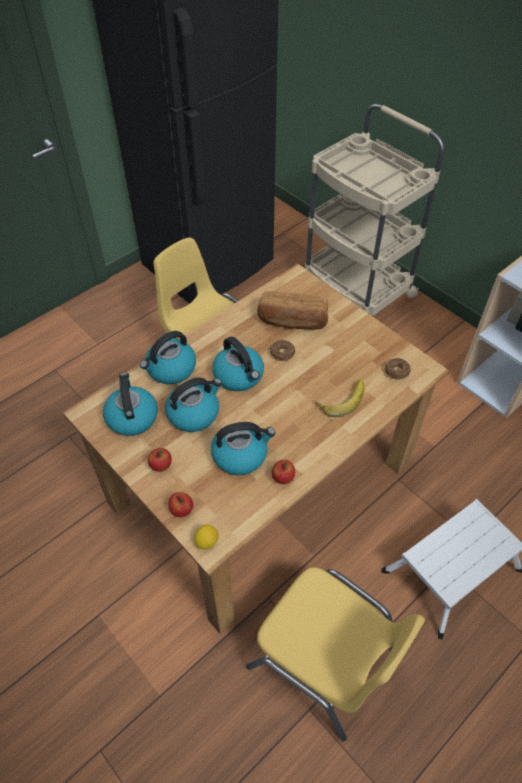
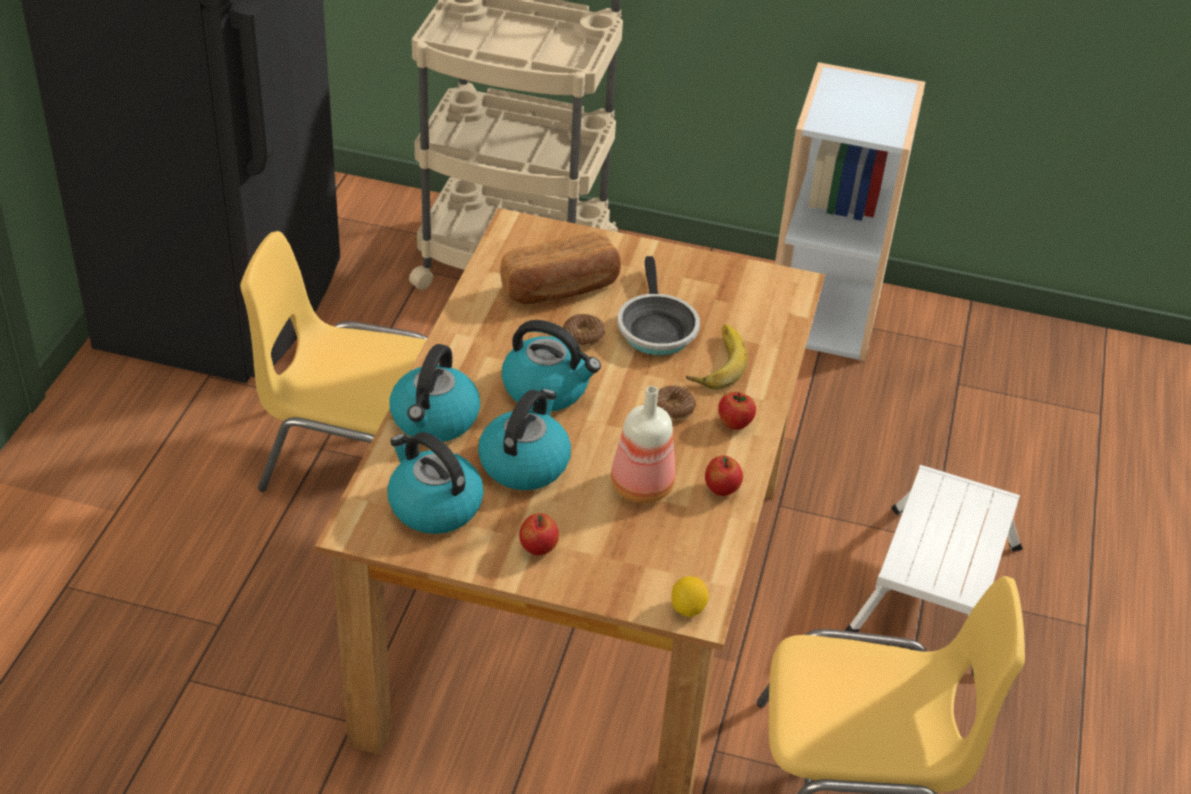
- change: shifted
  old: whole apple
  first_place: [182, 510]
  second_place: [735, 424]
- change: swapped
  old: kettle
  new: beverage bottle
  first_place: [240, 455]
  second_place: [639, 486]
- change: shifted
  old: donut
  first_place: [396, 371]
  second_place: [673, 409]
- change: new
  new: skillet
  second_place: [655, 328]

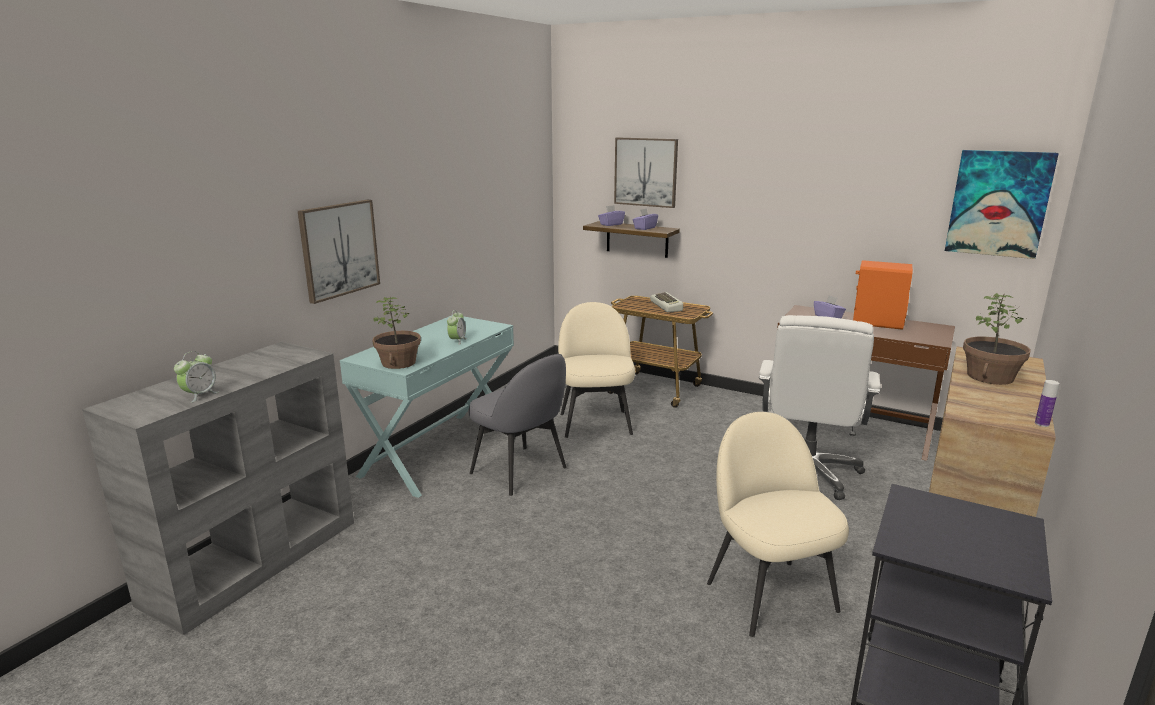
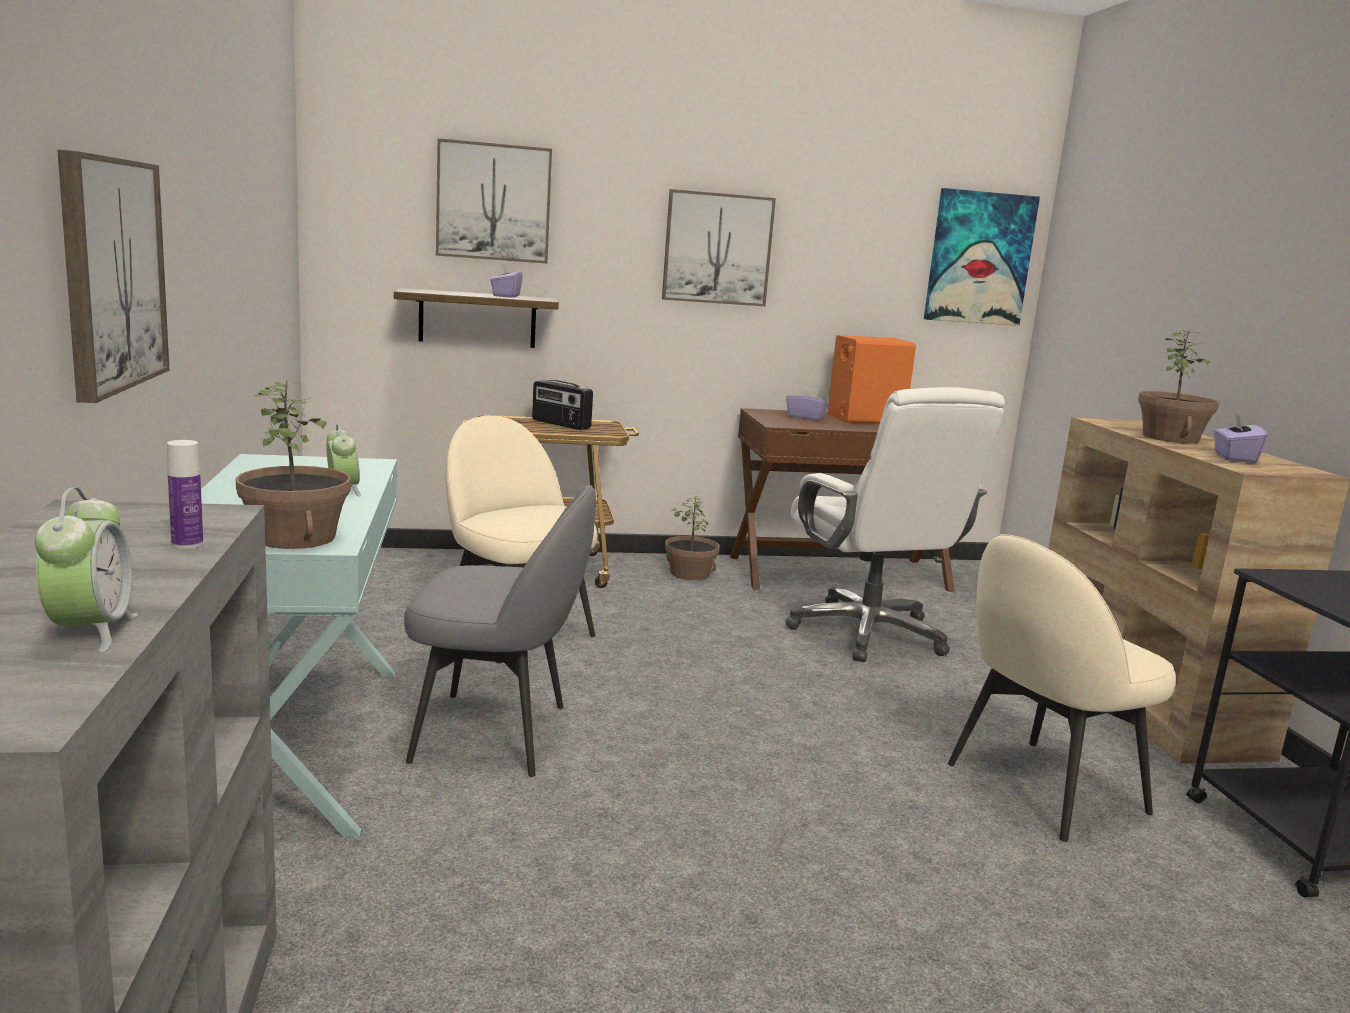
- change: shifted
  old: purple tissue holder
  first_place: [611, 224]
  second_place: [1234, 458]
- change: swapped
  old: PC keyboard
  new: radio
  first_place: [667, 306]
  second_place: [560, 424]
- change: rotated
  old: beige-coloured chair
  first_place: [769, 594]
  second_place: [1041, 789]
  degrees: -60
- change: shifted
  old: beverage bottle
  first_place: [1042, 424]
  second_place: [187, 544]
- change: new
  new: wall picture
  second_place: [717, 248]
- change: new
  new: plant in a pot
  second_place: [690, 573]

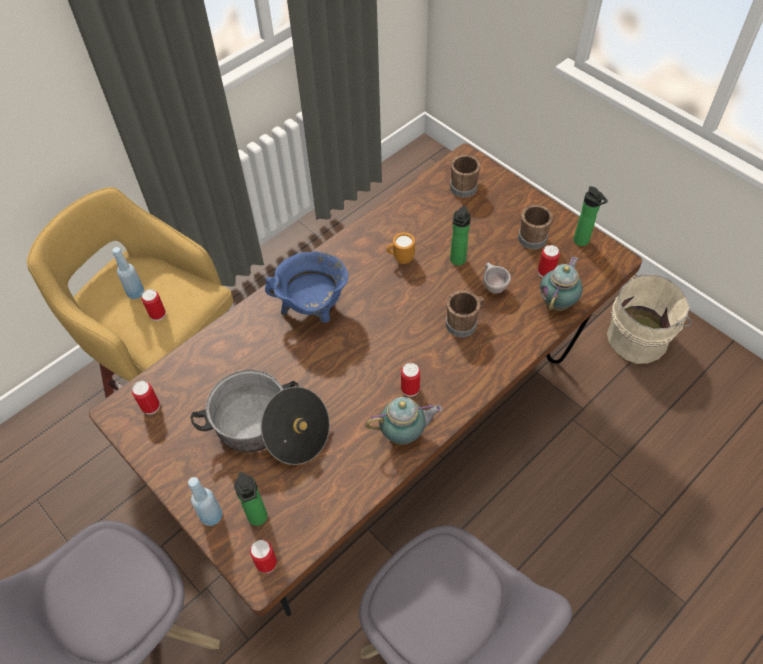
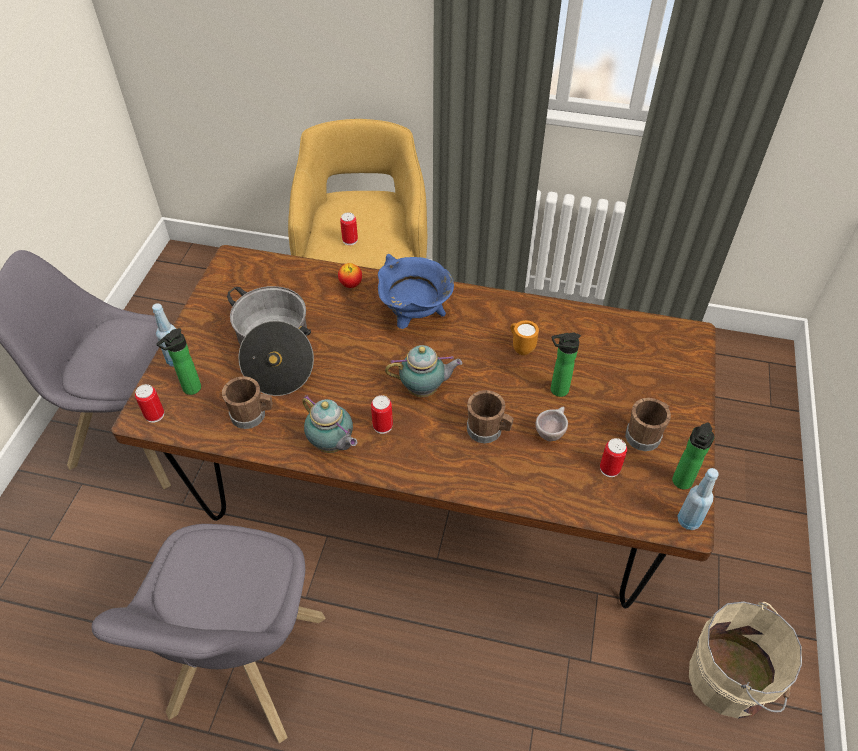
- change: shifted
  old: blue beverage bottle
  first_place: [136, 293]
  second_place: [688, 521]
- change: gone
  old: can
  first_place: [150, 406]
- change: shifted
  old: brownish tea mug
  first_place: [465, 186]
  second_place: [252, 415]
- change: shifted
  old: tea pot
  first_place: [558, 302]
  second_place: [424, 390]
- change: new
  new: whole apple
  second_place: [351, 284]

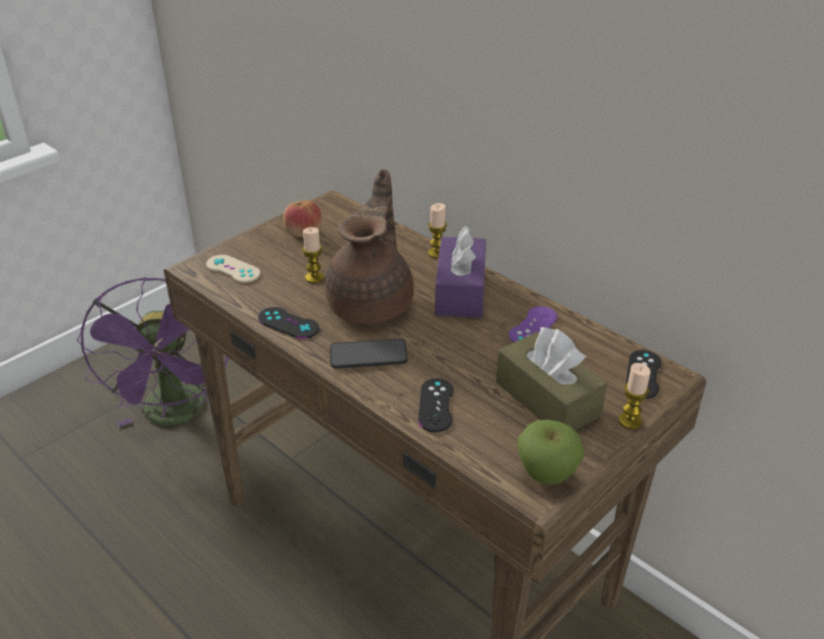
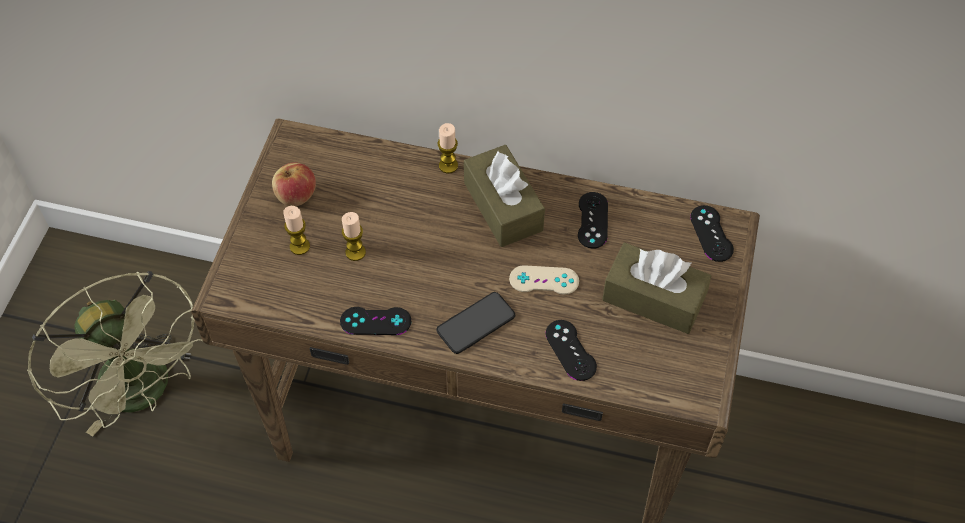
- change: repainted
  old: purple fan
  new: green-coloured fan
  first_place: [176, 415]
  second_place: [144, 392]
- change: shifted
  old: beige-coloured joypad
  first_place: [233, 269]
  second_place: [544, 280]
- change: gone
  old: brownish tea pot
  first_place: [372, 302]
- change: repainted
  old: purple tissue holder
  new: brownish tissue holder
  first_place: [460, 291]
  second_place: [503, 206]
- change: repainted
  old: purple joypad
  new: black-coloured joypad
  first_place: [533, 326]
  second_place: [592, 220]
- change: gone
  old: whole apple
  first_place: [546, 474]
- change: shifted
  old: candle
  first_place: [630, 421]
  second_place: [299, 246]

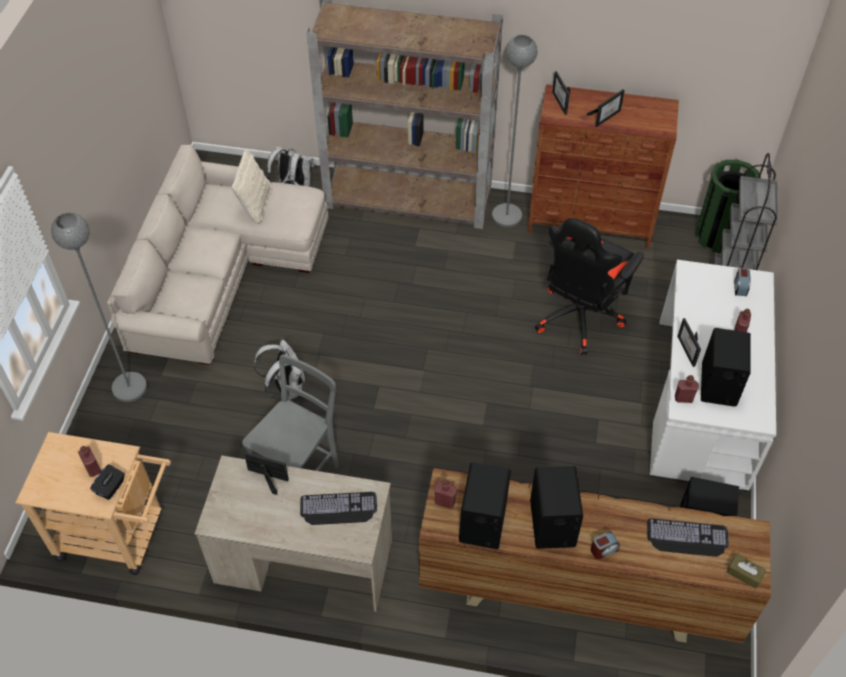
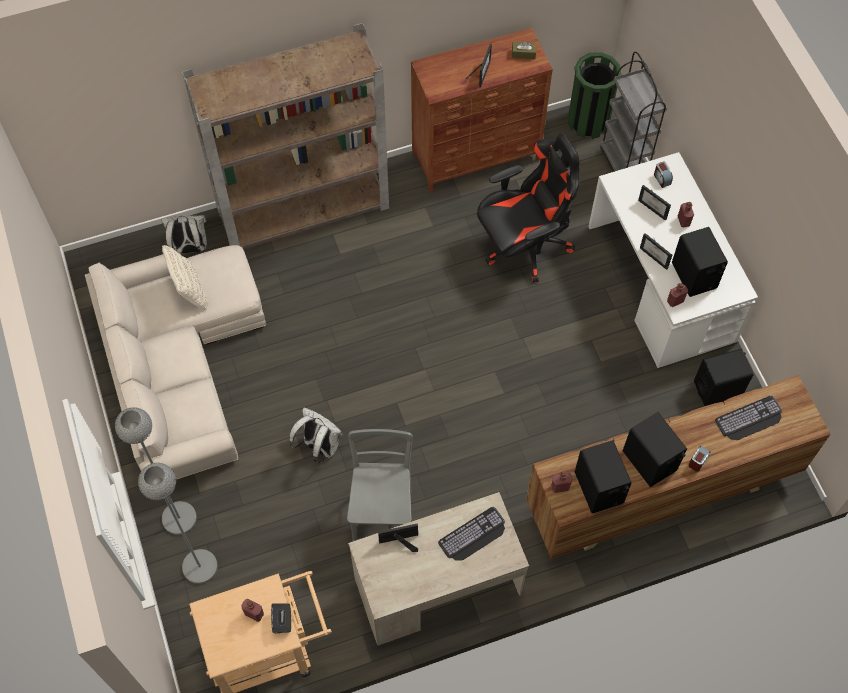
- change: shifted
  old: grey standard lamp
  first_place: [506, 216]
  second_place: [199, 567]
- change: rotated
  old: black-coloured office chair
  first_place: [582, 312]
  second_place: [521, 248]
  degrees: -120
- change: shifted
  old: standing frame
  first_place: [563, 103]
  second_place: [655, 208]
- change: shifted
  old: brownish tissue holder
  first_place: [744, 574]
  second_place: [523, 54]

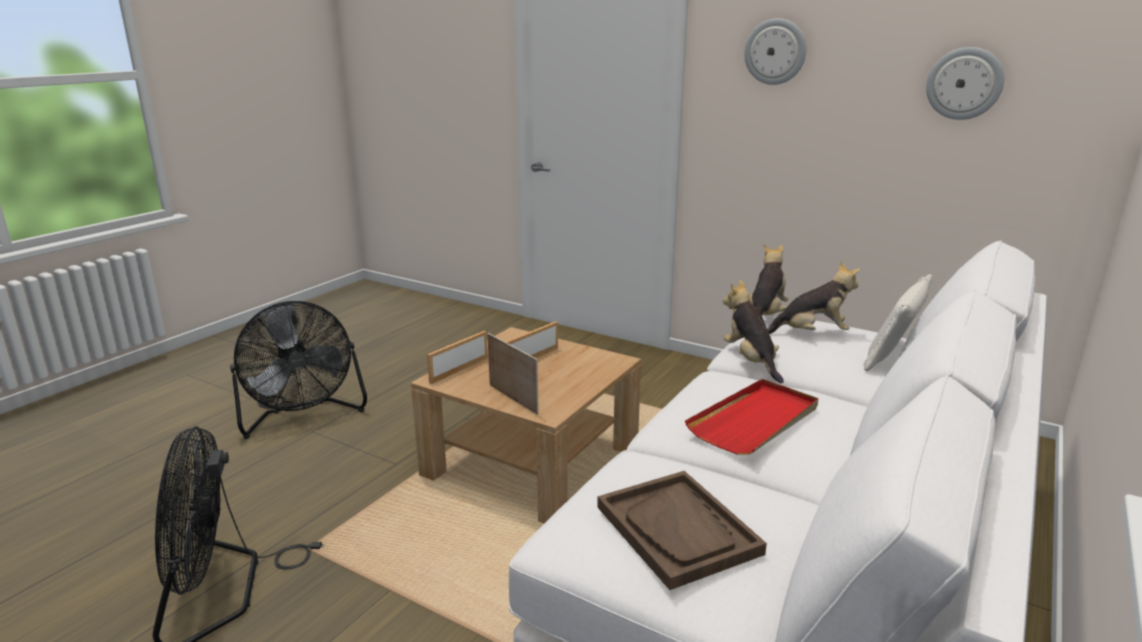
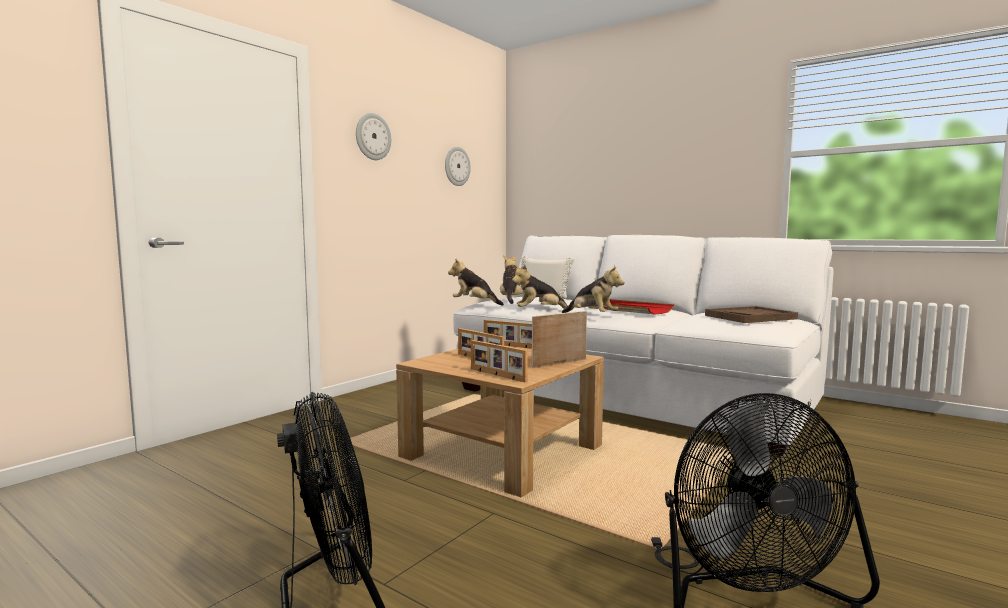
- change: new
  new: standing frame
  second_place: [509, 346]
- change: new
  new: soft toy
  second_place: [592, 316]

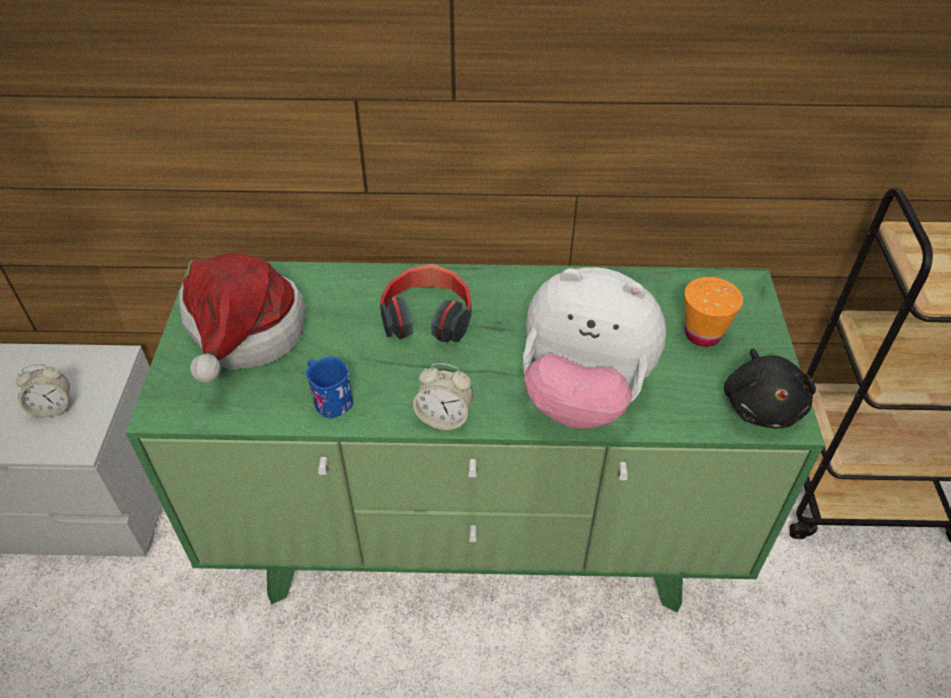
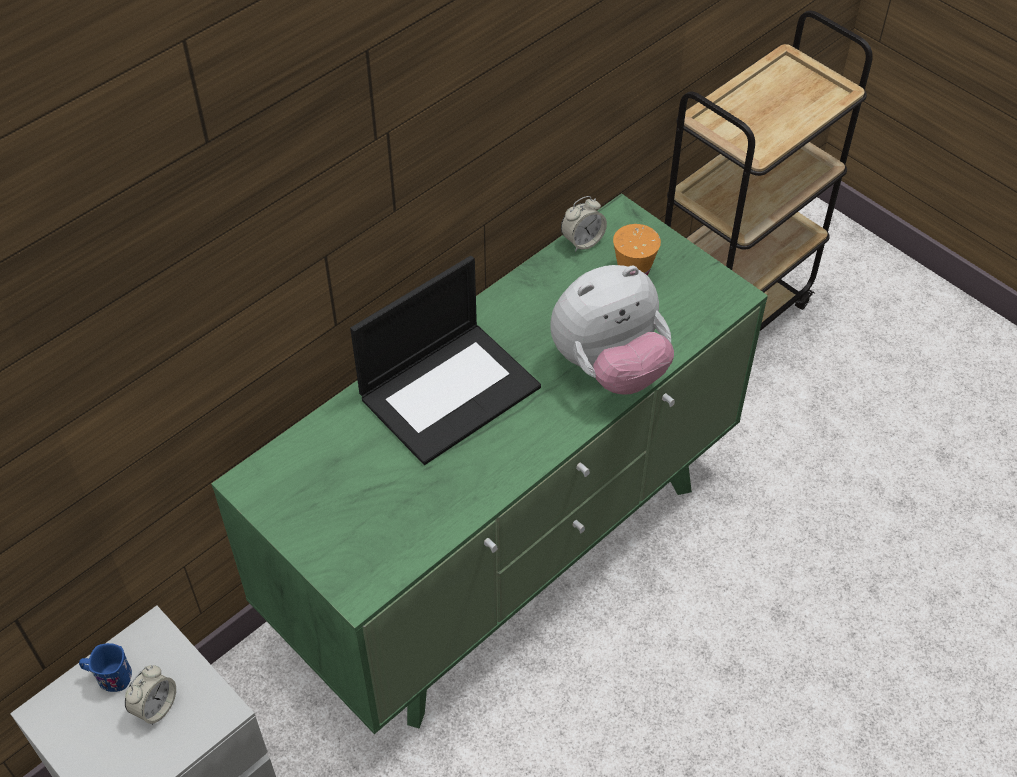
- change: gone
  old: wearable hat
  first_place: [243, 335]
- change: shifted
  old: blue tea mug
  first_place: [329, 399]
  second_place: [109, 677]
- change: swapped
  old: pair of headphones
  new: portable computer
  first_place: [427, 317]
  second_place: [450, 390]
- change: shifted
  old: alarm clock
  first_place: [444, 417]
  second_place: [582, 241]
- change: gone
  old: black-coloured soft toy
  first_place: [762, 405]

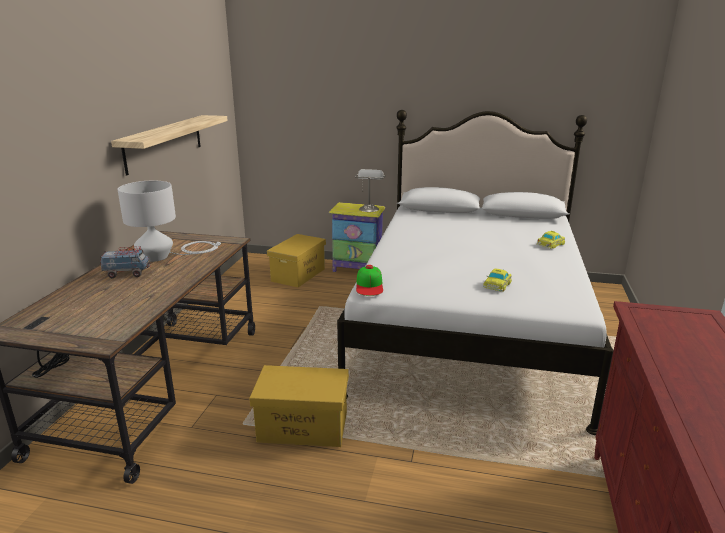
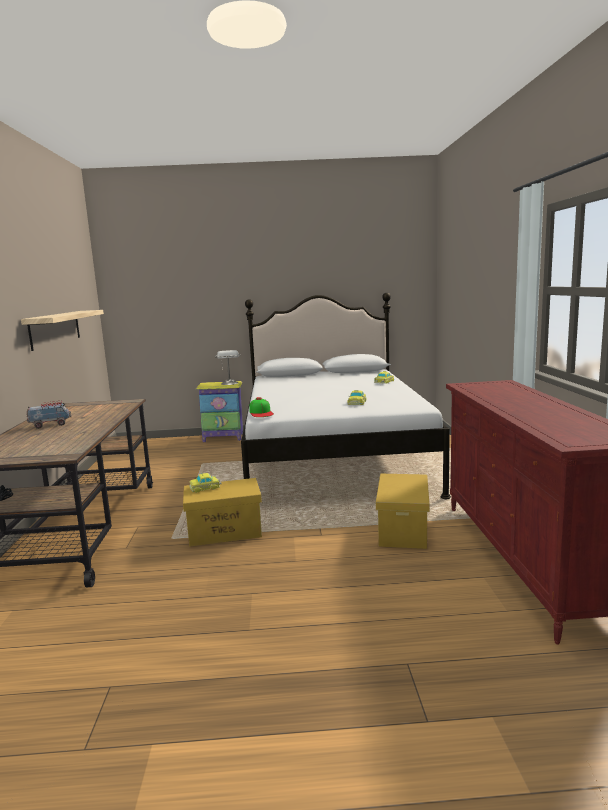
- change: gone
  old: white table lamp
  first_place: [173, 253]
- change: shifted
  old: yellow storage bin
  first_place: [298, 275]
  second_place: [403, 531]
- change: new
  new: toy car
  second_place: [205, 487]

